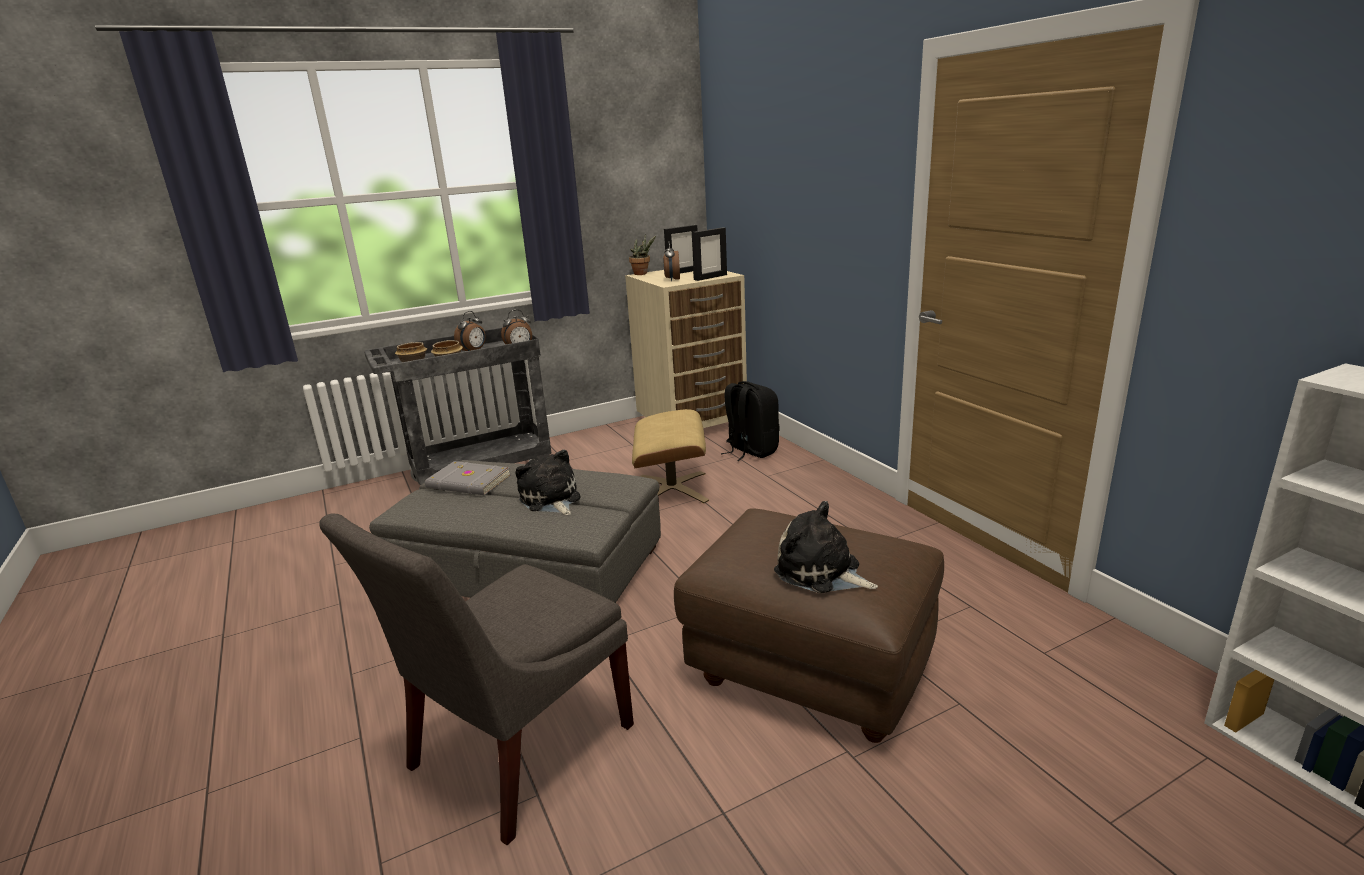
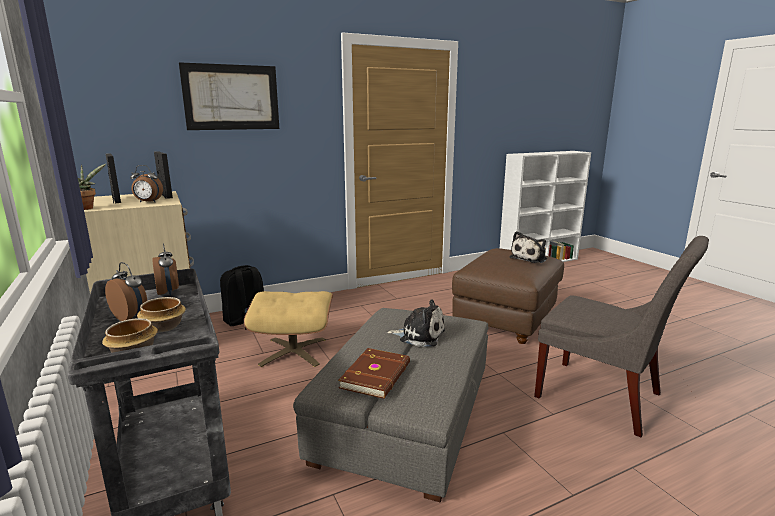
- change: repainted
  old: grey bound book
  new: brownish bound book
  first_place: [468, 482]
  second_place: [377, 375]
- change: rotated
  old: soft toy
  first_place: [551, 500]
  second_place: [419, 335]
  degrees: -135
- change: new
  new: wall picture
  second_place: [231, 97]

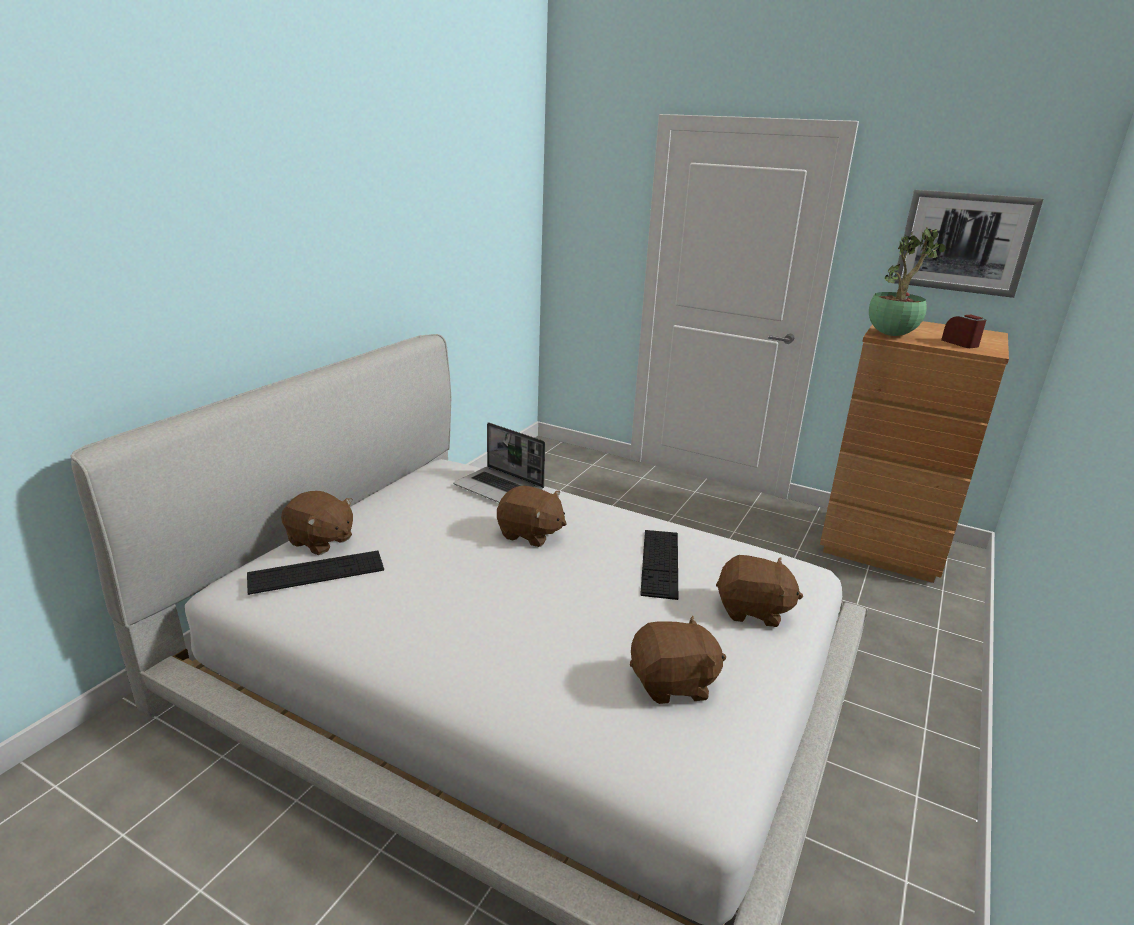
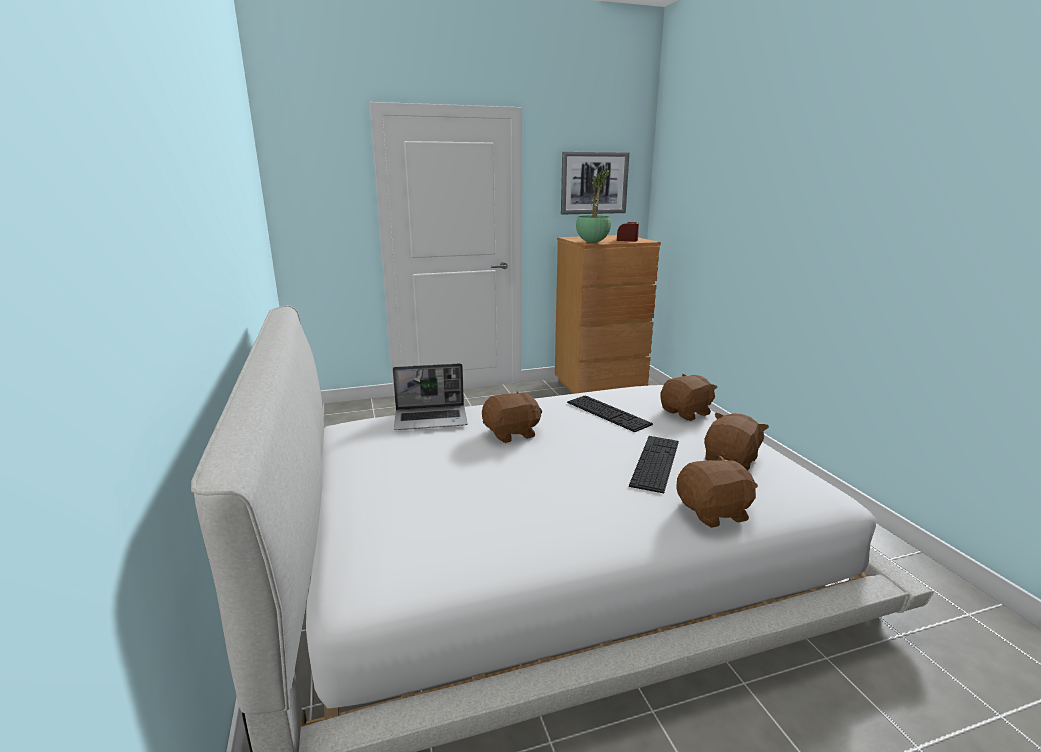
- change: shifted
  old: PC keyboard
  first_place: [316, 572]
  second_place: [655, 462]
- change: shifted
  old: brownish soft toy
  first_place: [320, 541]
  second_place: [714, 512]

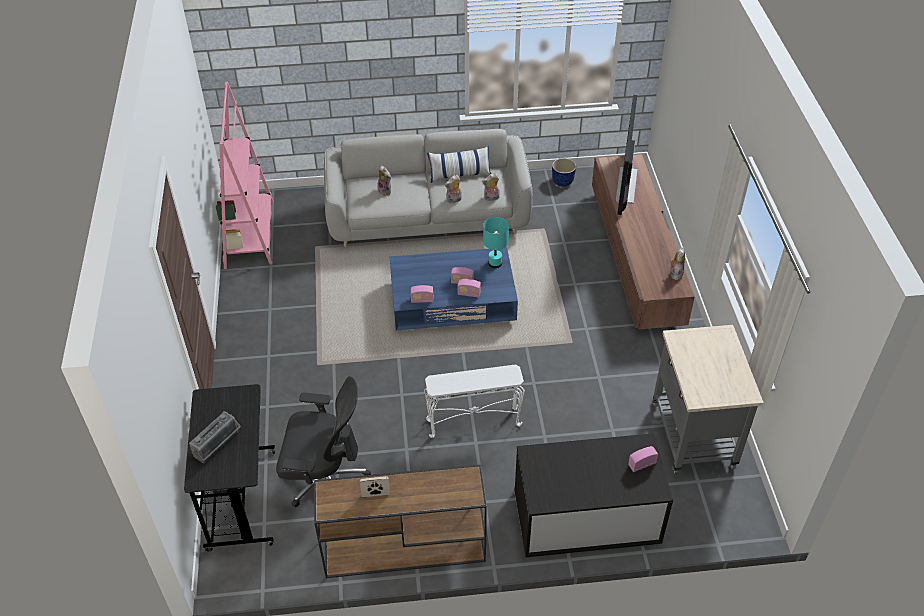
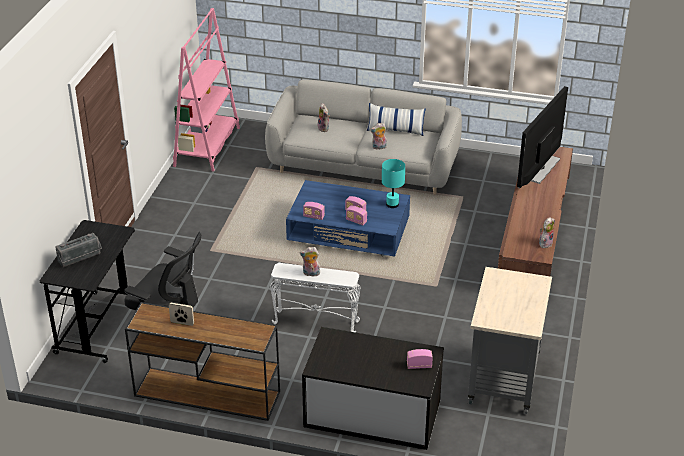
- change: shifted
  old: soft toy
  first_place: [491, 198]
  second_place: [310, 274]
- change: gone
  old: planter
  first_place: [562, 182]

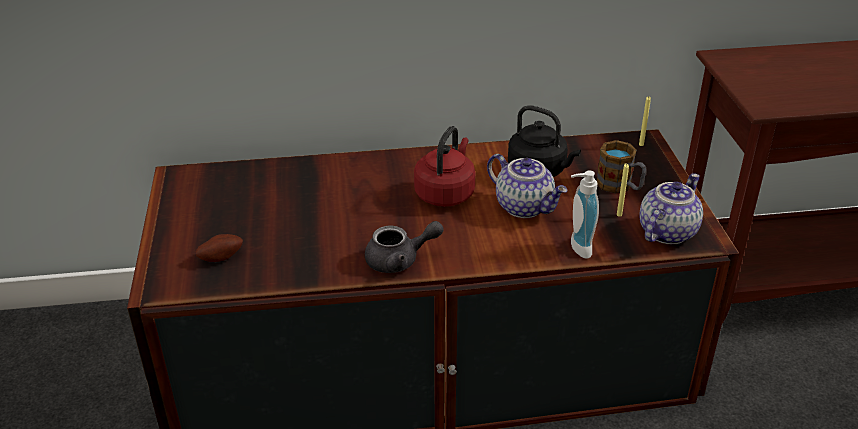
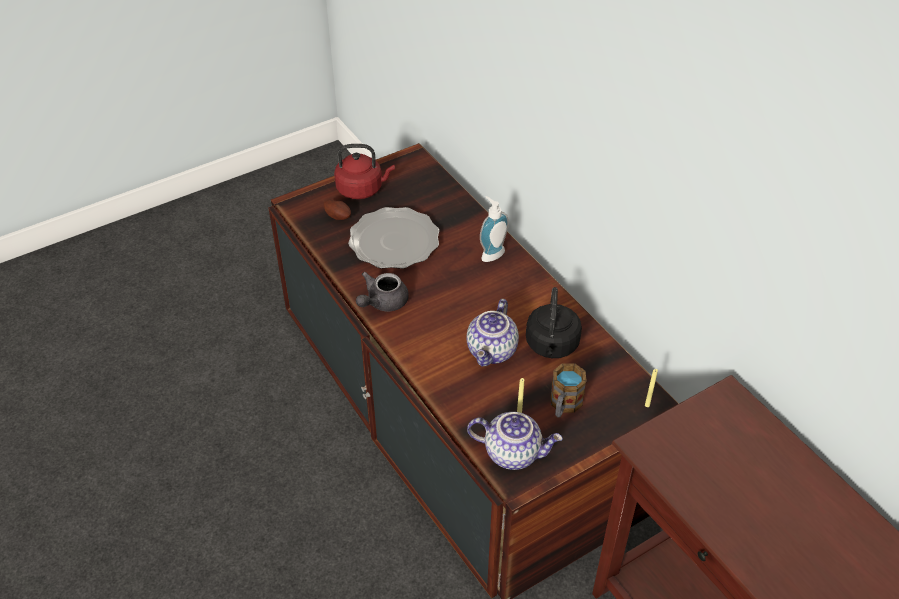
- change: rotated
  old: grey tea pot
  first_place: [400, 260]
  second_place: [382, 302]
  degrees: 75
- change: shifted
  old: reddish kettle
  first_place: [446, 193]
  second_place: [362, 189]
- change: shifted
  old: liquid soap bottle
  first_place: [577, 248]
  second_place: [491, 253]
- change: new
  new: flat dish
  second_place: [393, 241]

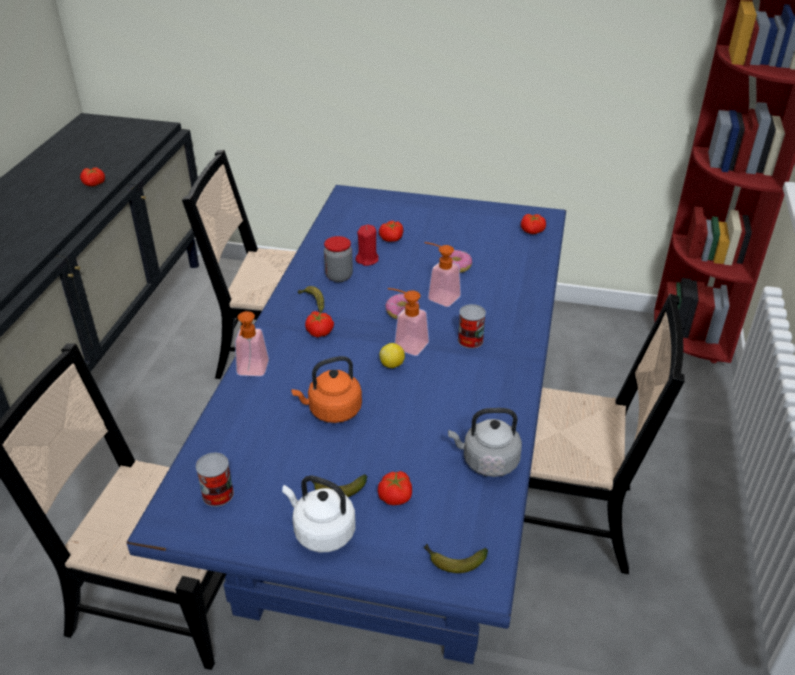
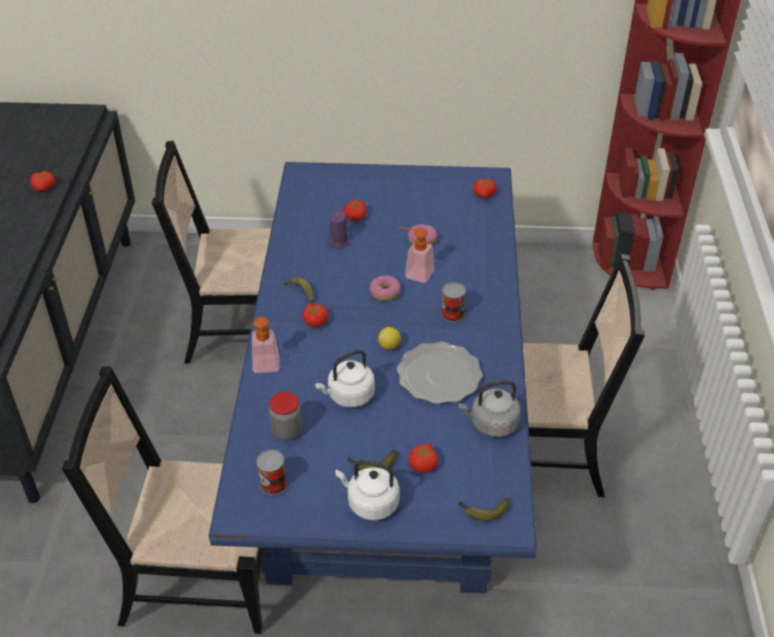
- change: repainted
  old: orange kettle
  new: white kettle
  first_place: [332, 411]
  second_place: [348, 396]
- change: shifted
  old: jar
  first_place: [339, 276]
  second_place: [287, 431]
- change: repainted
  old: reddish candle
  new: purple candle
  first_place: [367, 259]
  second_place: [338, 242]
- change: gone
  old: liquid soap bottle
  first_place: [406, 344]
- change: new
  new: flat dish
  second_place: [439, 375]

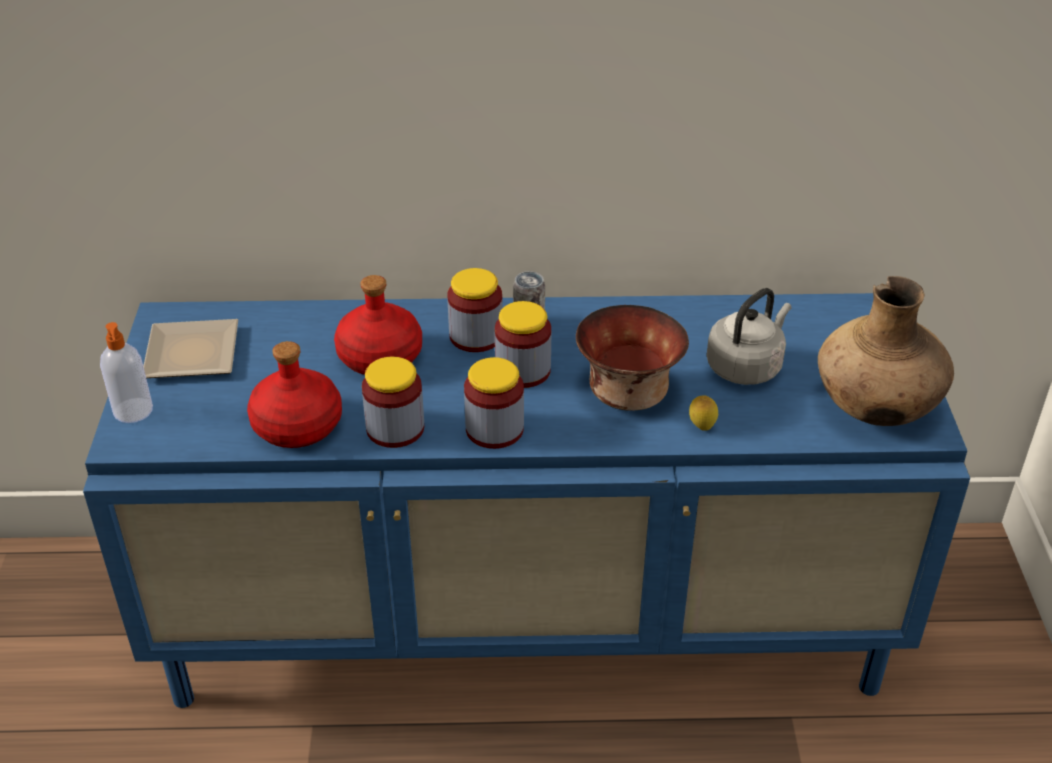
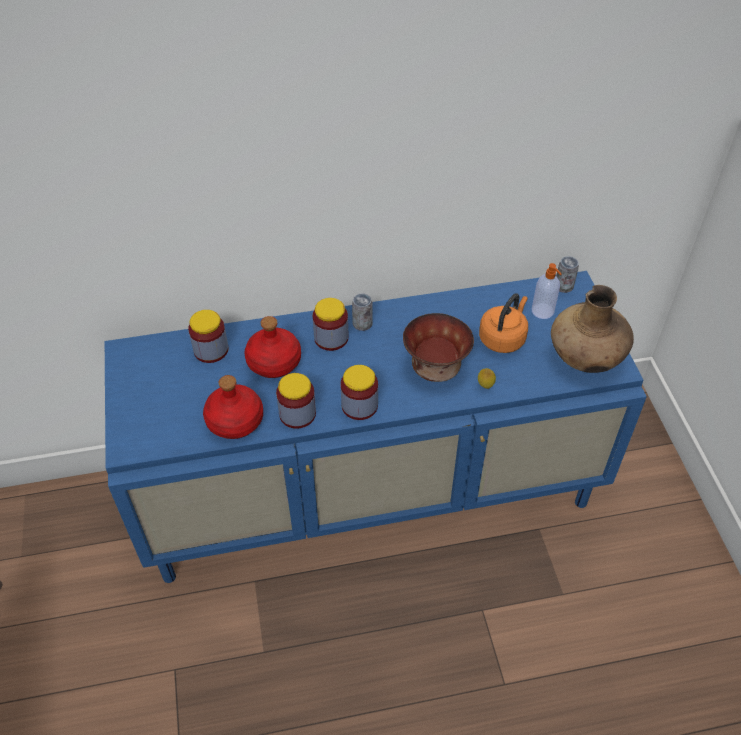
- change: shifted
  old: liquid soap bottle
  first_place: [133, 412]
  second_place: [543, 311]
- change: gone
  old: flat dish
  first_place: [195, 352]
- change: shifted
  old: jar
  first_place: [523, 370]
  second_place: [211, 350]
- change: repainted
  old: grey kettle
  new: orange kettle
  first_place: [746, 366]
  second_place: [503, 338]
- change: new
  new: can
  second_place: [563, 286]

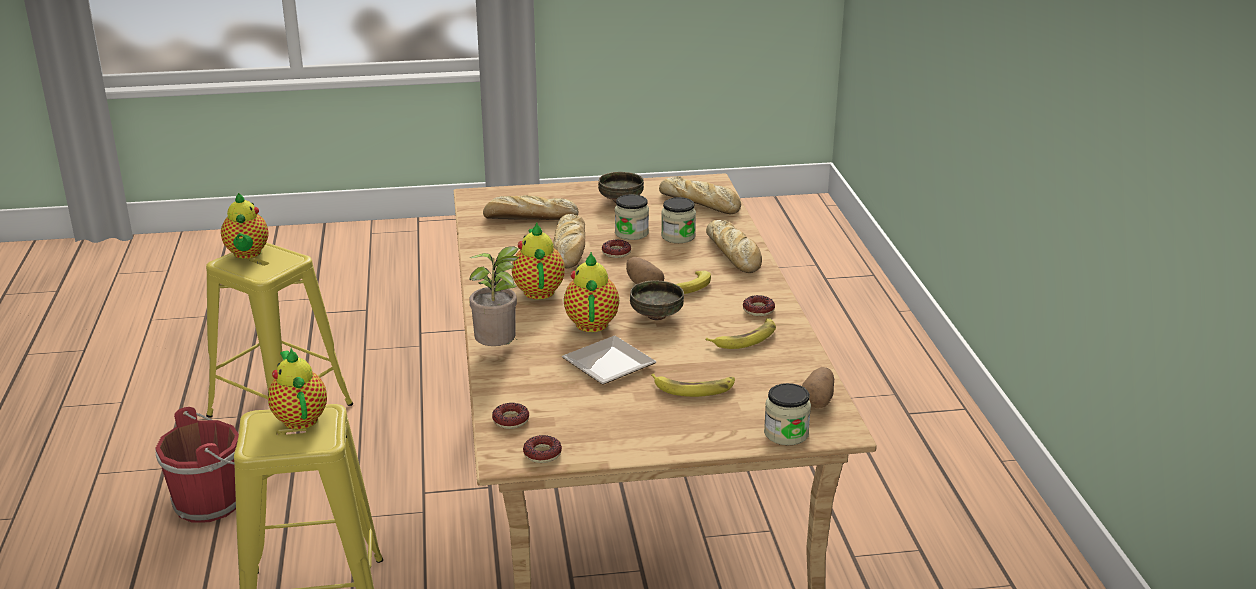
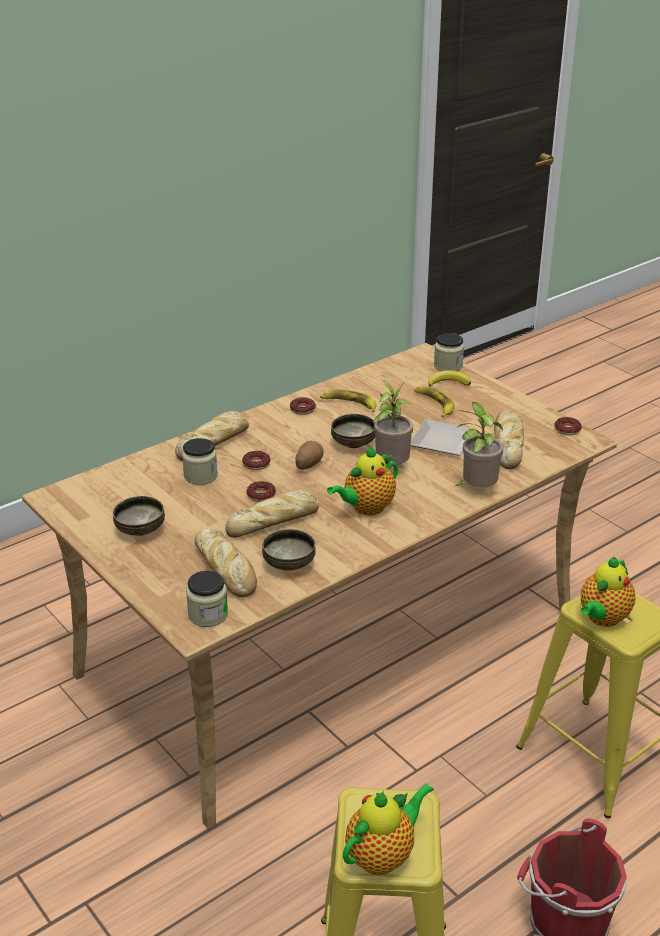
- change: shifted
  old: donut
  first_place: [511, 420]
  second_place: [256, 464]
- change: swapped
  old: tea pot
  new: plant in a pot
  first_place: [591, 321]
  second_place: [391, 467]
- change: shifted
  old: jar
  first_place: [631, 233]
  second_place: [208, 615]
- change: shifted
  old: baked bread
  first_place: [701, 203]
  second_place: [507, 445]
- change: shifted
  old: banana
  first_place: [694, 286]
  second_place: [448, 382]
- change: gone
  old: spud
  first_place: [818, 400]
- change: new
  new: bowl
  second_place: [288, 565]

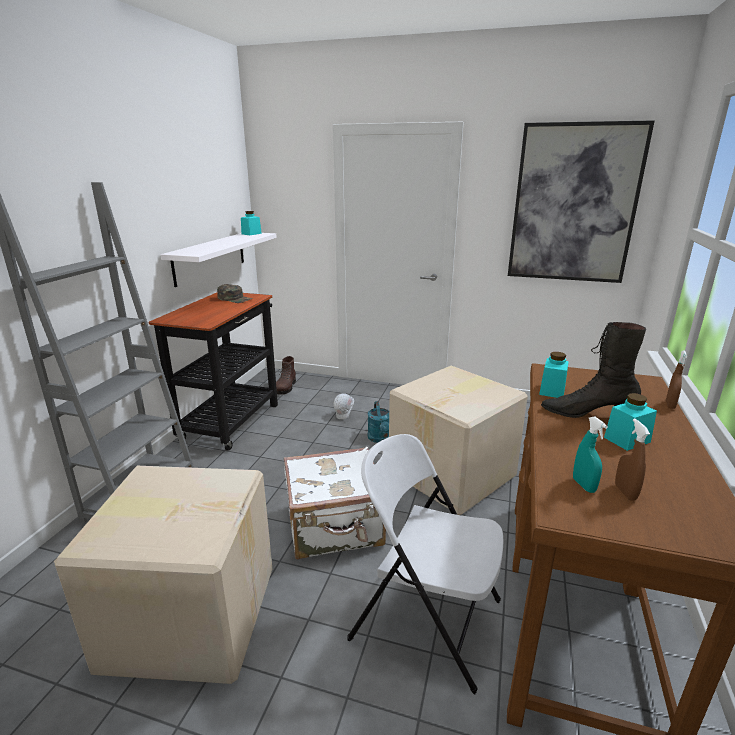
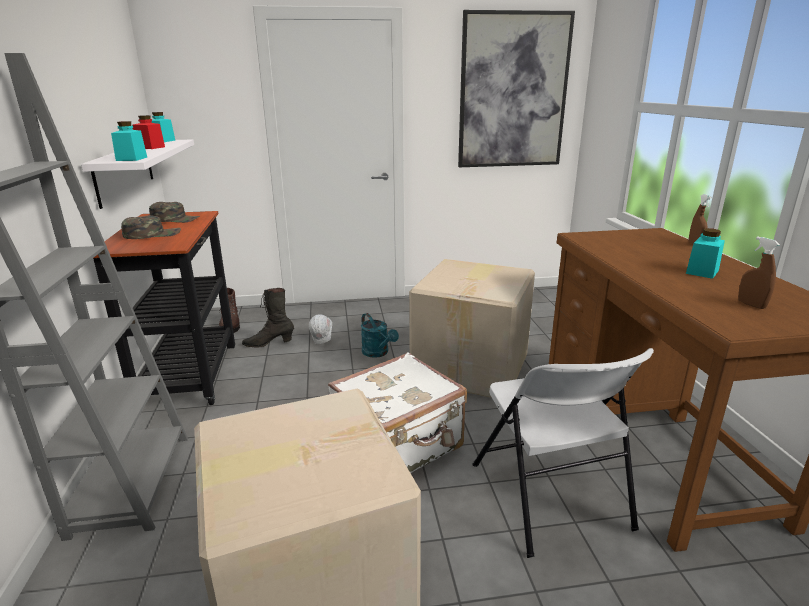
- change: rotated
  old: white chair
  first_place: [427, 618]
  second_place: [548, 495]
  degrees: -105
- change: shifted
  old: turquoise jar
  first_place: [552, 391]
  second_place: [131, 159]
- change: shifted
  old: black-coloured high-top boot
  first_place: [586, 414]
  second_place: [269, 343]
- change: gone
  old: turquoise hand sprayer
  first_place: [584, 485]
- change: new
  new: green-coloured cap
  second_place: [152, 234]
- change: new
  new: reddish jar
  second_place: [150, 147]

